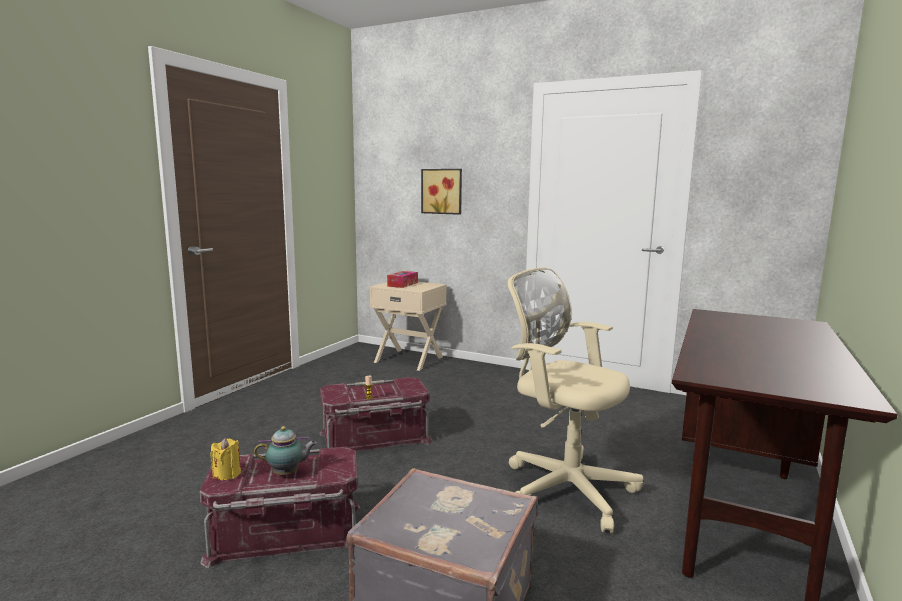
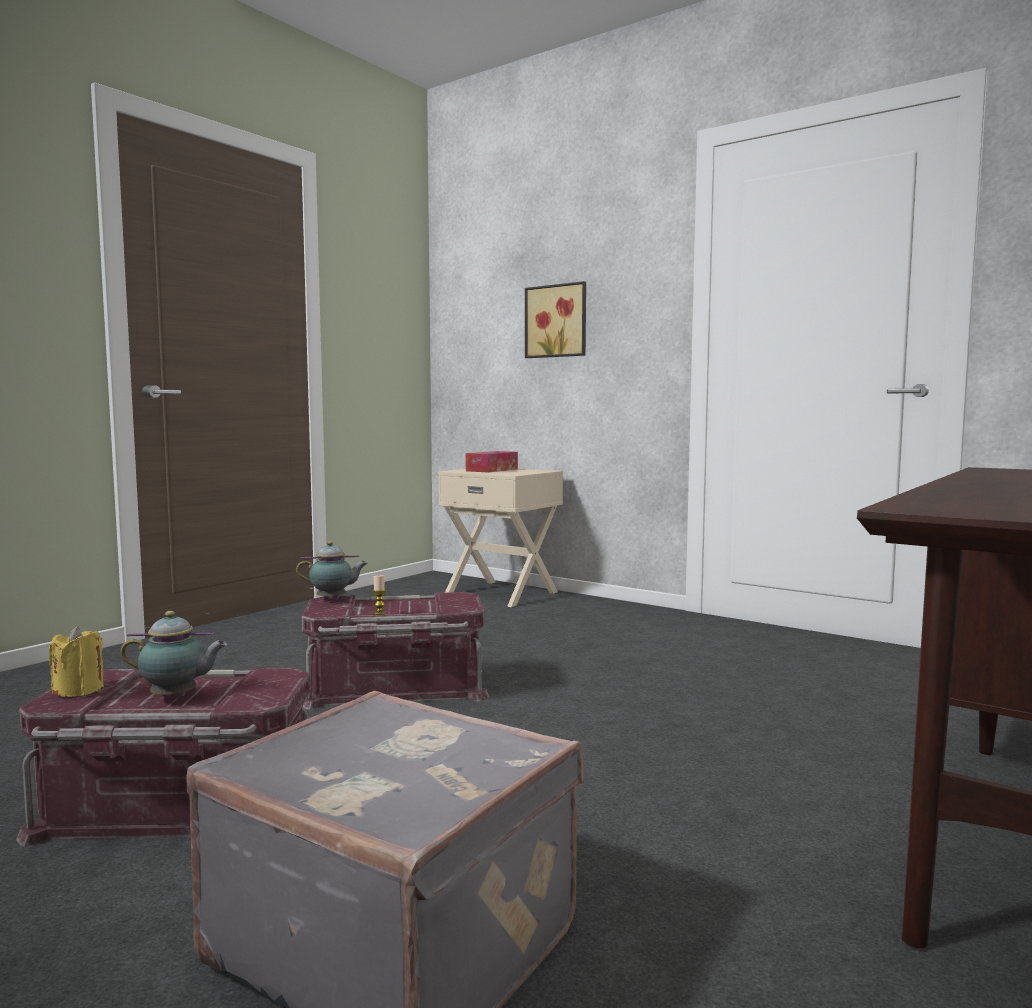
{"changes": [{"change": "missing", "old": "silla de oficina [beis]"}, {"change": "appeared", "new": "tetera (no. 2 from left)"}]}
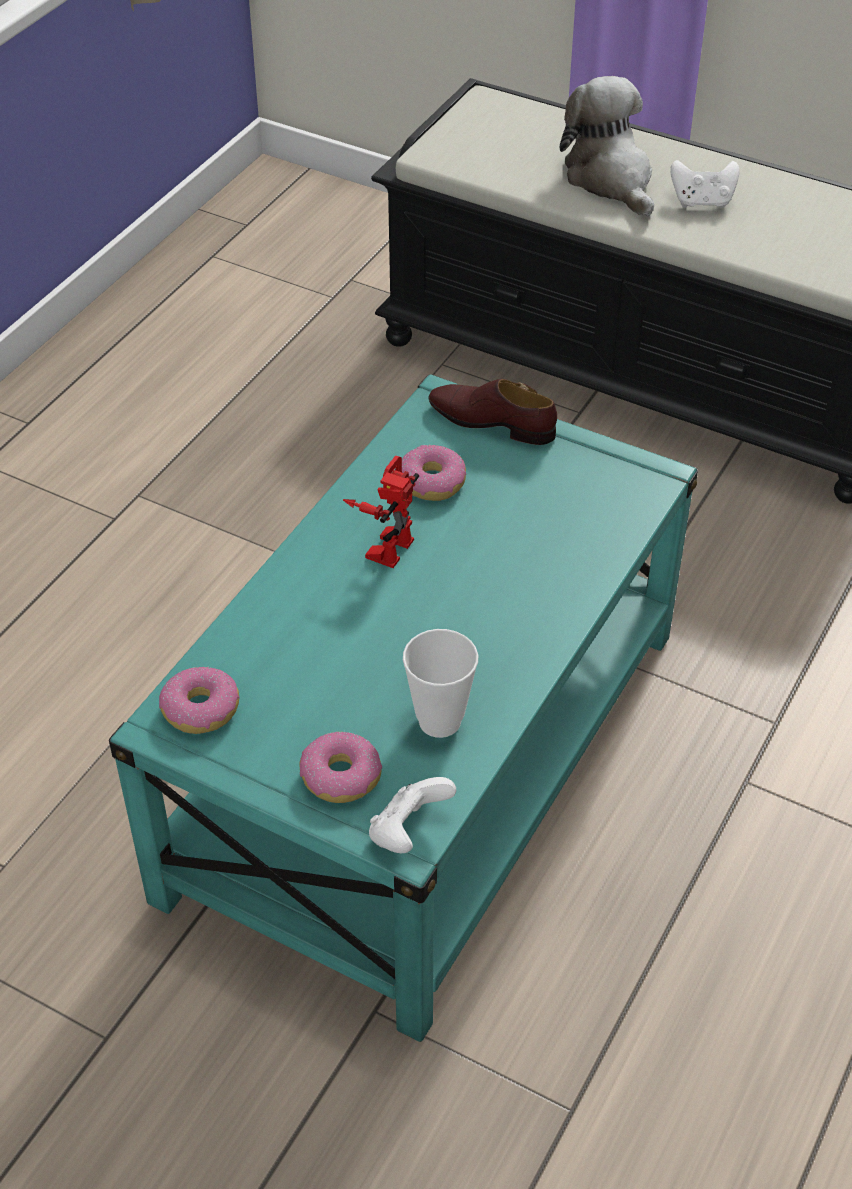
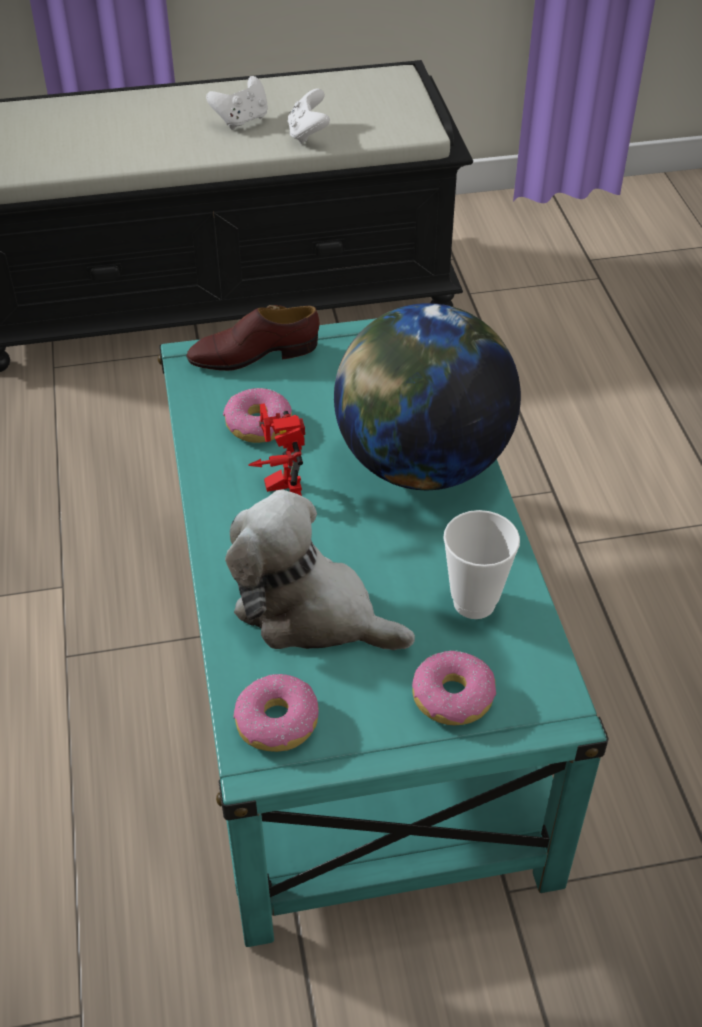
{"changes": [{"change": "relocated", "old": "mando de consola [blanco] (no. 1 from left in the first image)", "new": "mando de consola [blanco] (no. 2 from left)"}, {"change": "relocated", "old": "peluche"}, {"change": "appeared", "new": "globo terráqueo"}]}
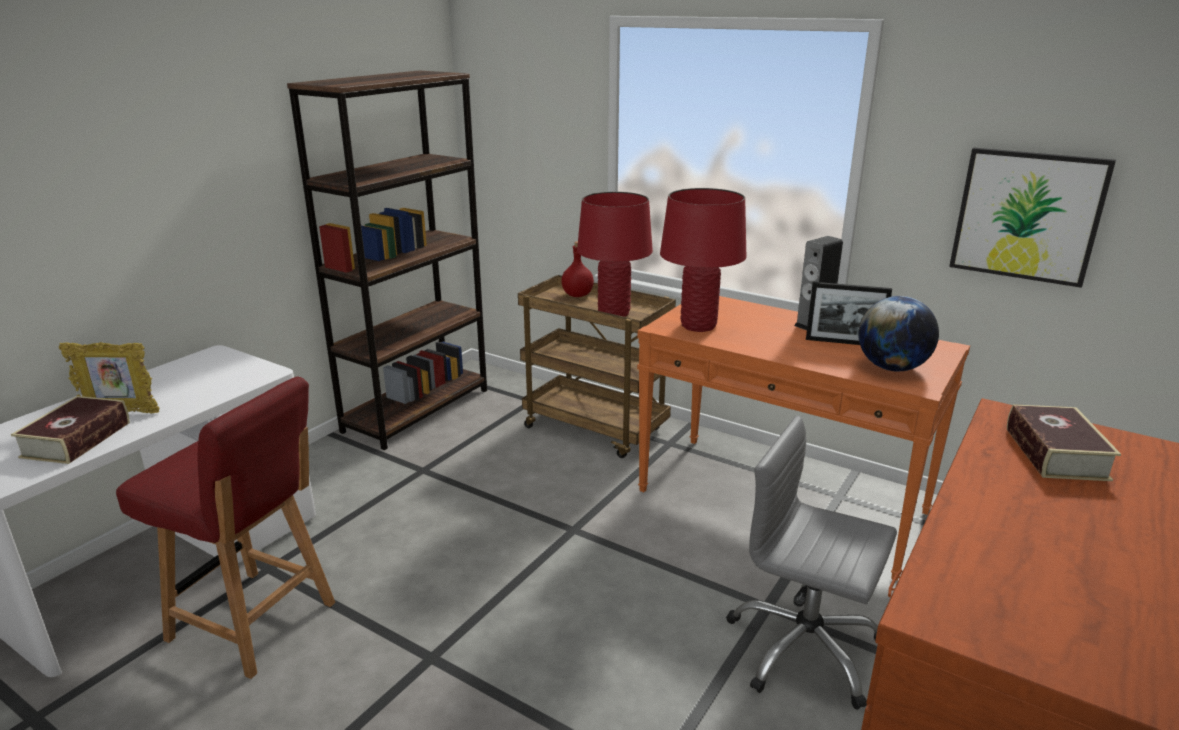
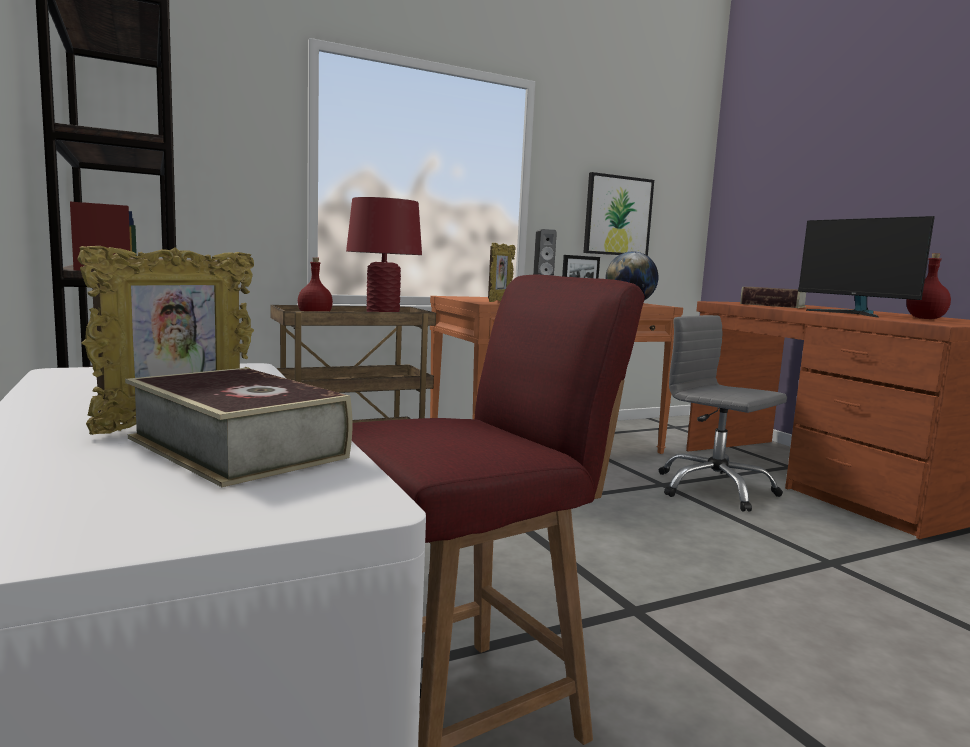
{"changes": [{"change": "exchanged", "old": "lámpara de mesa [rojo] (no. 2 from left)", "new": "portarretratos (no. 2 from left)"}, {"change": "spun", "old": "silla de oficina [gris]", "degrees": 75}, {"change": "appeared", "new": "monitor"}, {"change": "appeared", "new": "botella [rojo] (no. 2 from left)"}]}
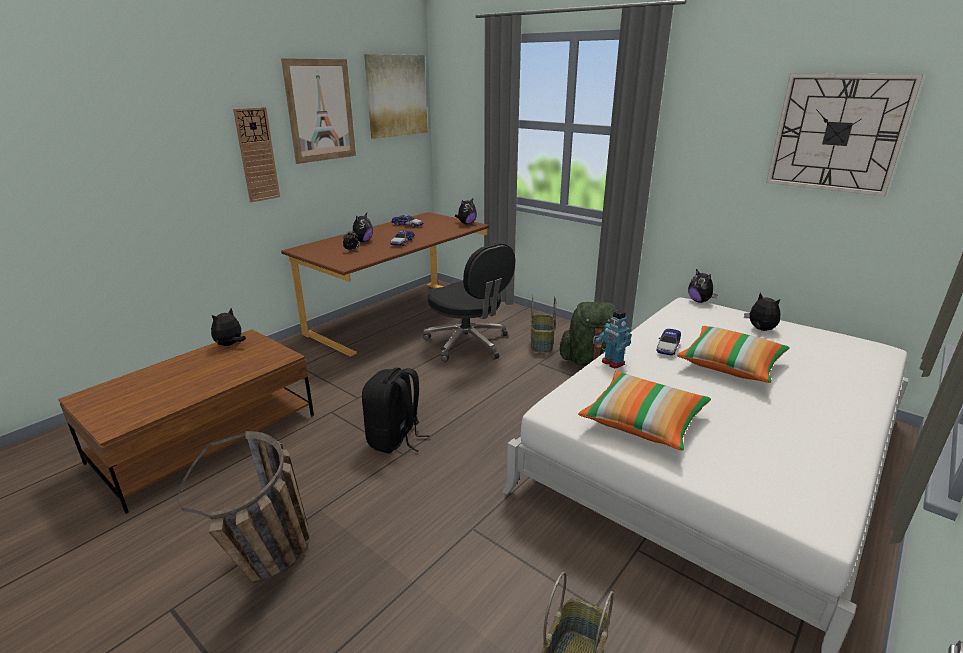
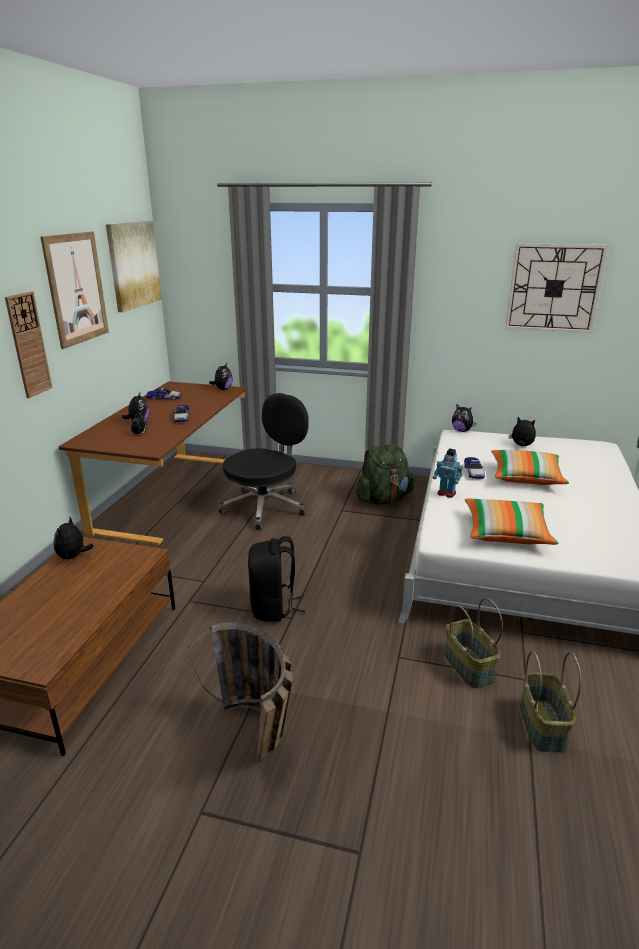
{"changes": [{"change": "spun", "old": "silla de oficina [negro]", "degrees": -75}, {"change": "relocated", "old": "cesta (no. 2 from left)"}]}
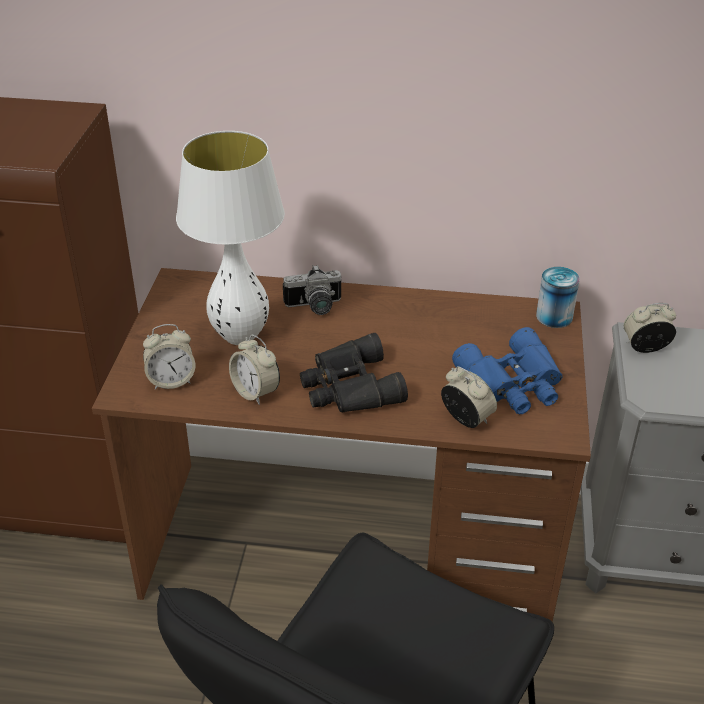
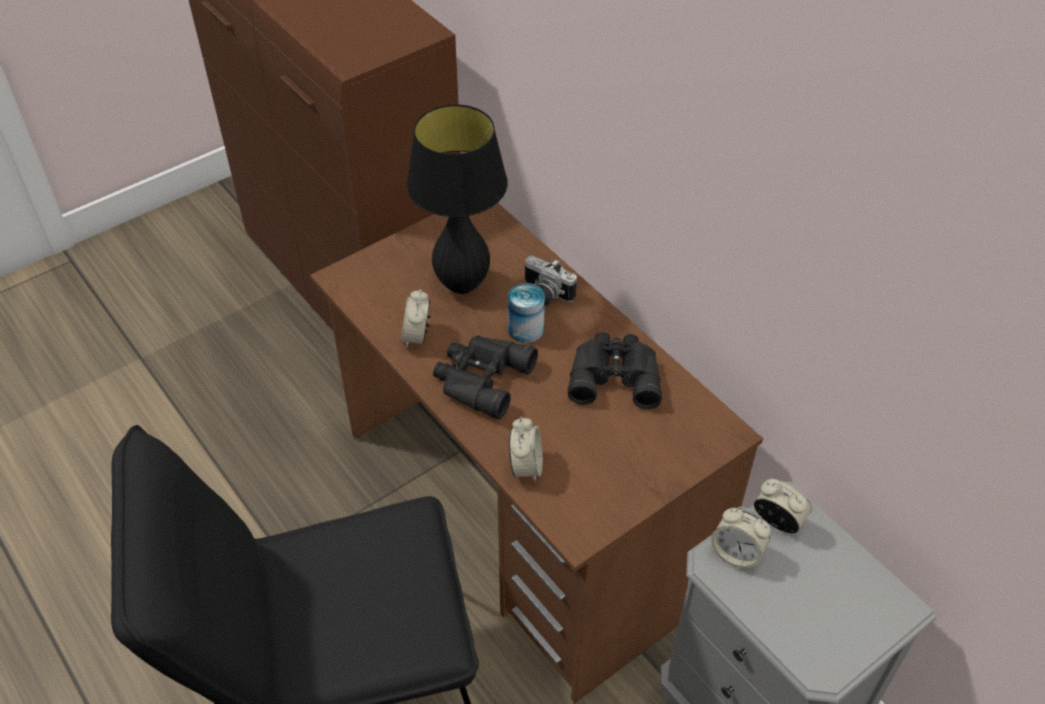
{"changes": [{"change": "relocated", "old": "despertador (no. 1 from left in the first image)", "new": "despertador (no. 3 from left)"}, {"change": "colour", "old": "lámpara de mesa [blanco]", "new": "lámpara de mesa [negro]"}, {"change": "missing", "old": "prismáticos [azul]"}, {"change": "relocated", "old": "lata"}, {"change": "appeared", "new": "prismáticos [negro] (no. 2 from left)"}]}
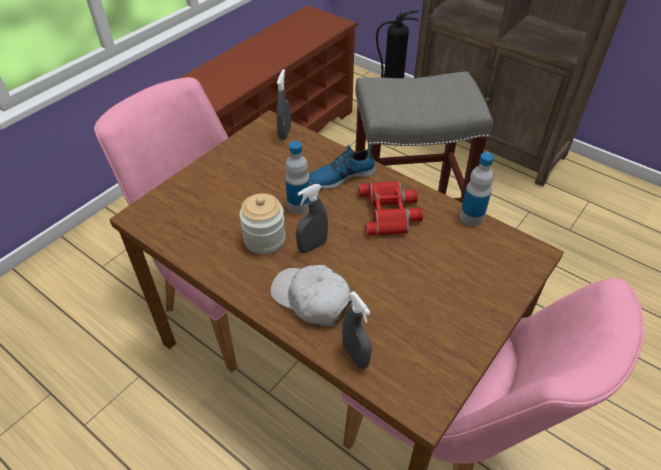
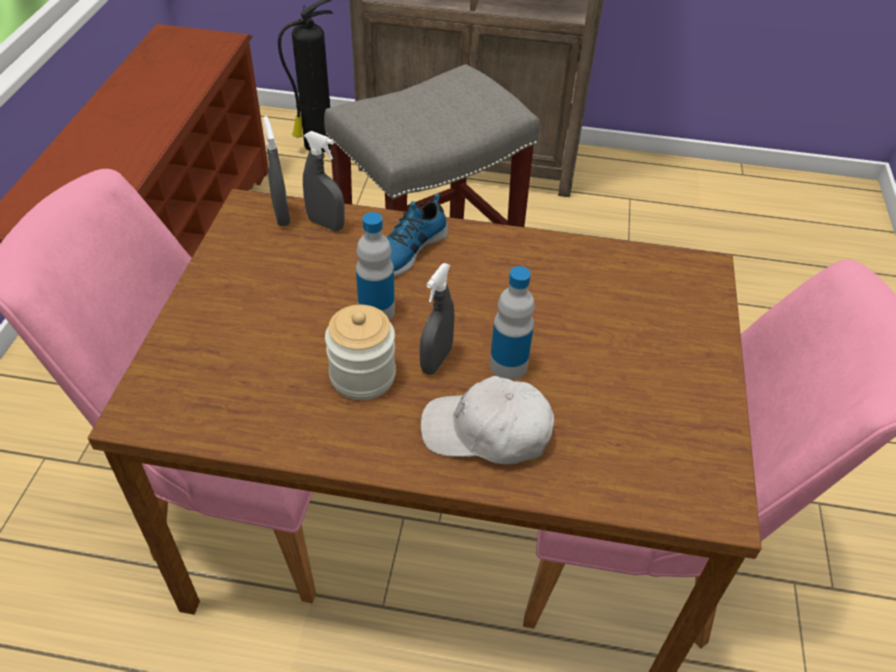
{"changes": [{"change": "relocated", "old": "pulverizador [gris] (no. 3 from left in the first image)", "new": "pulverizador [gris] (no. 2 from left)"}, {"change": "missing", "old": "prismáticos [rojo]"}, {"change": "relocated", "old": "botella (no. 2 from left)"}]}
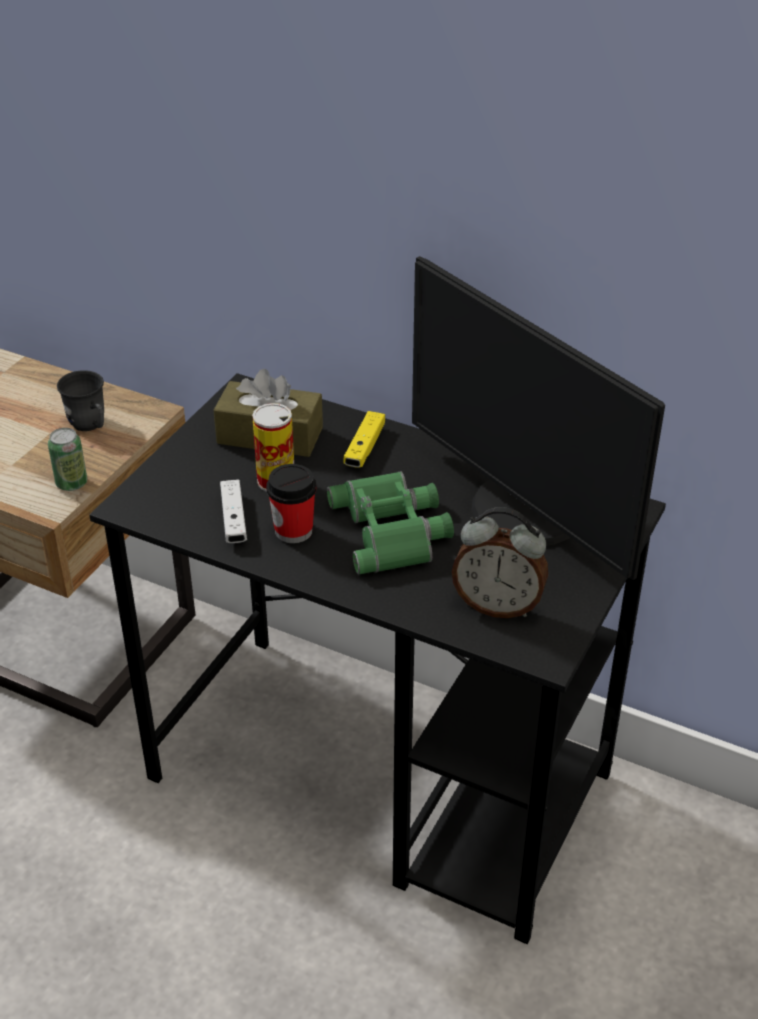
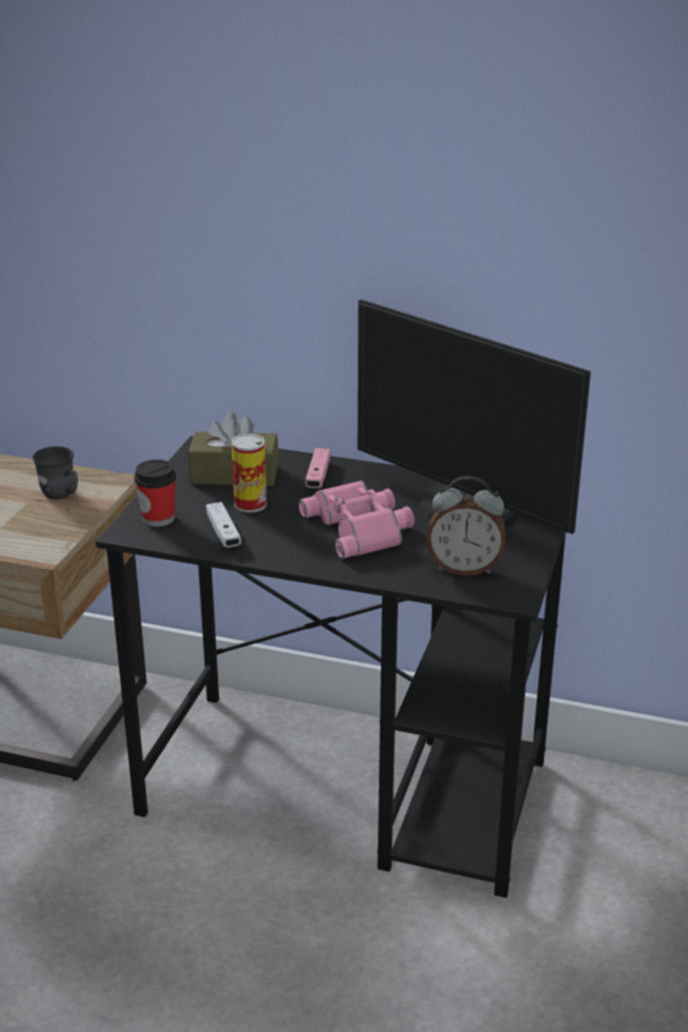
{"changes": [{"change": "missing", "old": "lata (no. 1 from left)"}, {"change": "relocated", "old": "taza"}, {"change": "colour", "old": "prismáticos [verde]", "new": "prismáticos [rosa]"}, {"change": "colour", "old": "mando de consola [amarillo]", "new": "mando de consola [rosa]"}]}
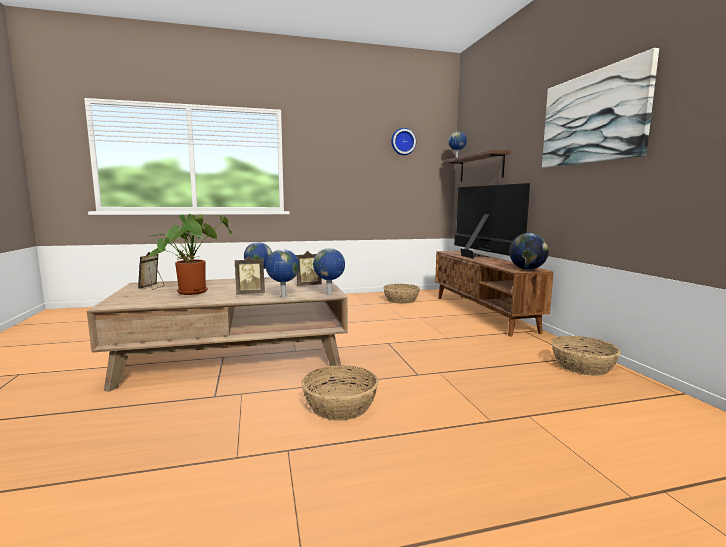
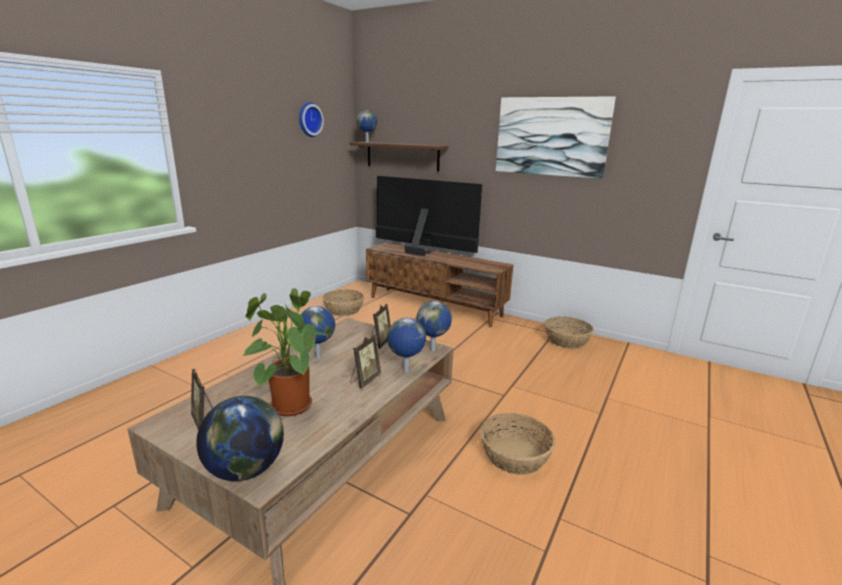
{"changes": [{"change": "relocated", "old": "globo terráqueo (no. 5 from left in the first image)", "new": "globo terráqueo (no. 1 from left)"}]}
